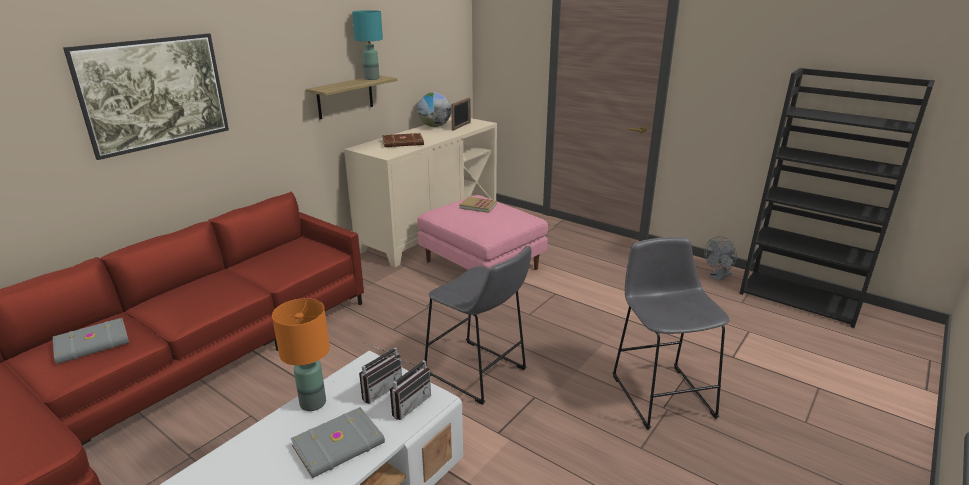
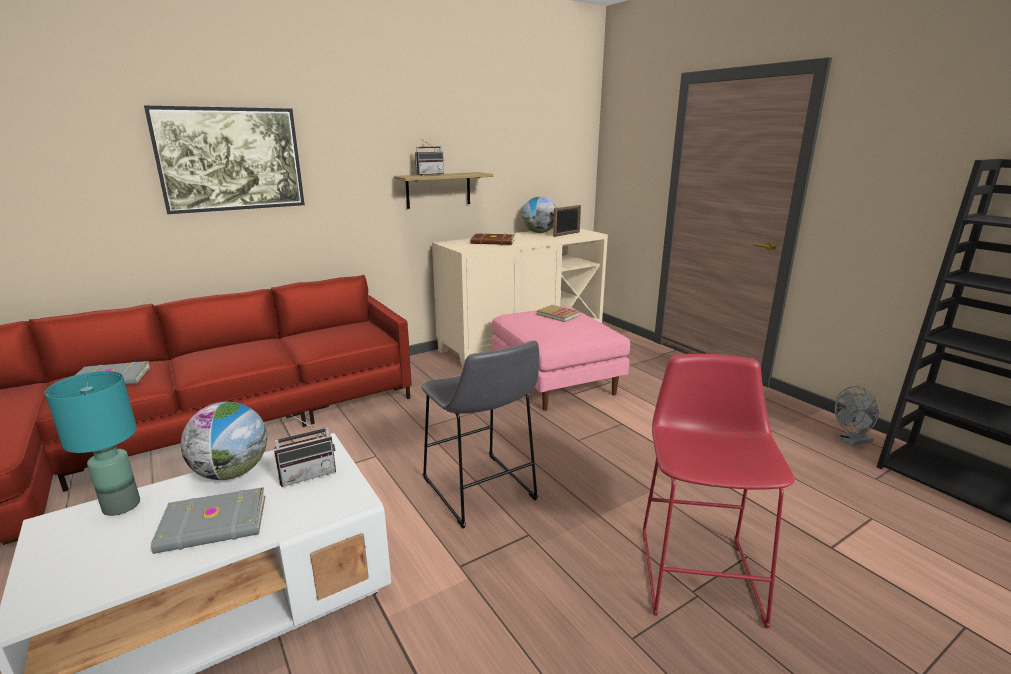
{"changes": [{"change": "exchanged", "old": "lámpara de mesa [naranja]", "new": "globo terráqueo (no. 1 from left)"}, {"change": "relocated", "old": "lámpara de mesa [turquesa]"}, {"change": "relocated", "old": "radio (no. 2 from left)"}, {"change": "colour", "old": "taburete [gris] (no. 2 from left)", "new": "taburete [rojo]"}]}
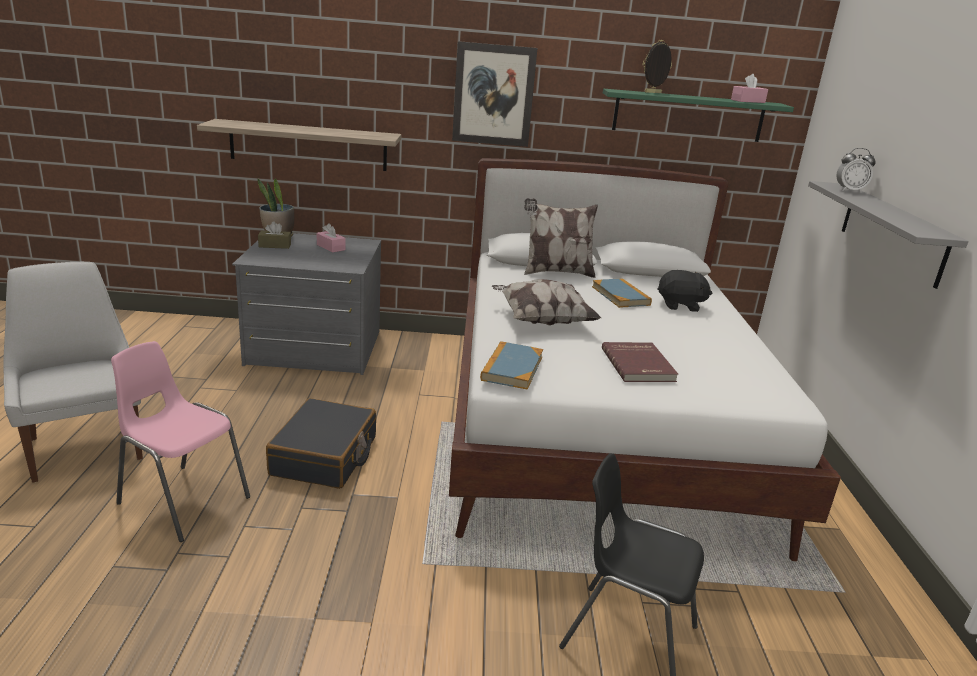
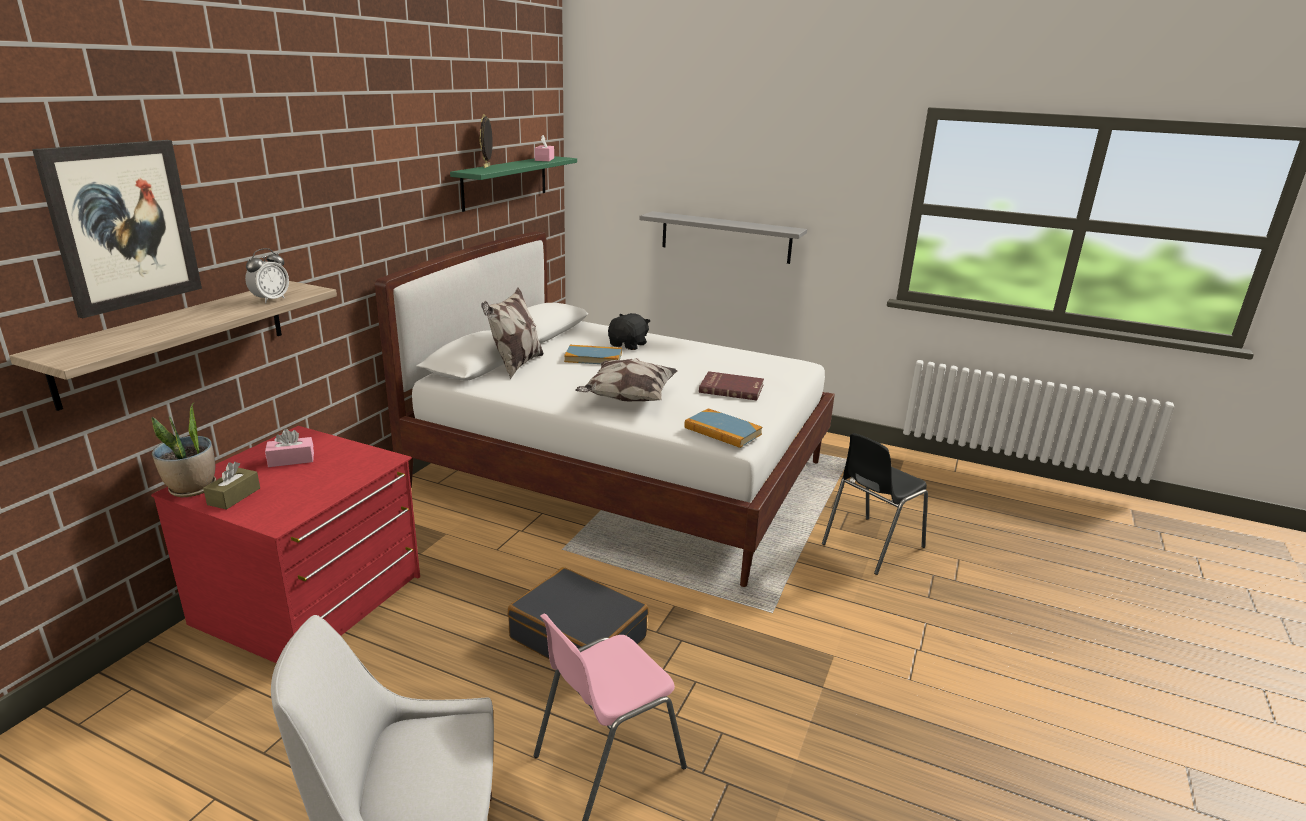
{"changes": [{"change": "colour", "old": "cómoda [gris]", "new": "cómoda [rojo]"}, {"change": "relocated", "old": "cuadro"}, {"change": "relocated", "old": "despertador"}]}
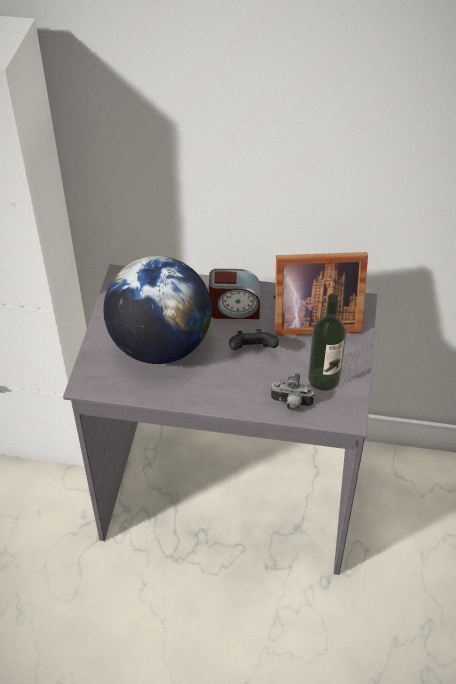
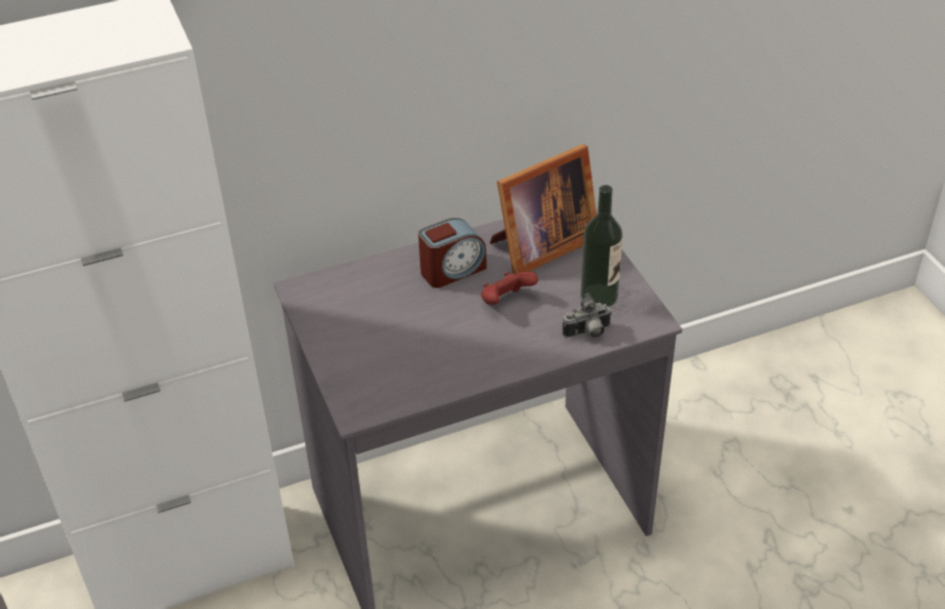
{"changes": [{"change": "missing", "old": "globo terráqueo"}, {"change": "colour", "old": "mando de consola [negro]", "new": "mando de consola [rojo]"}]}
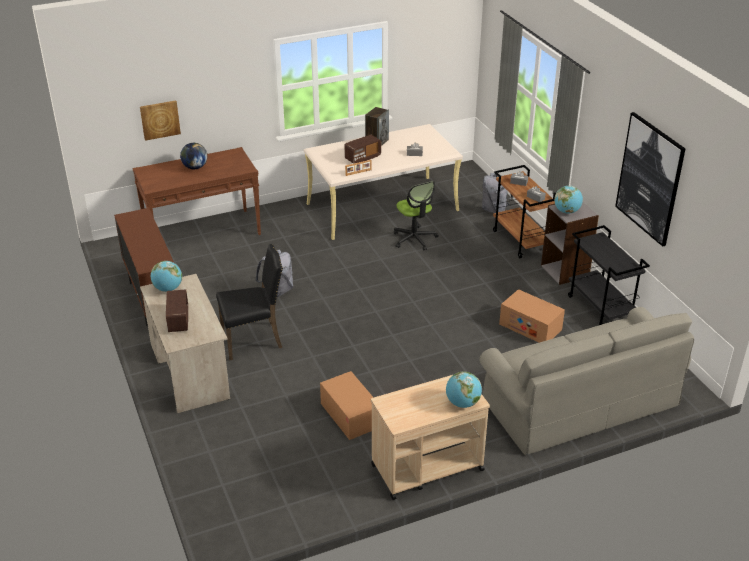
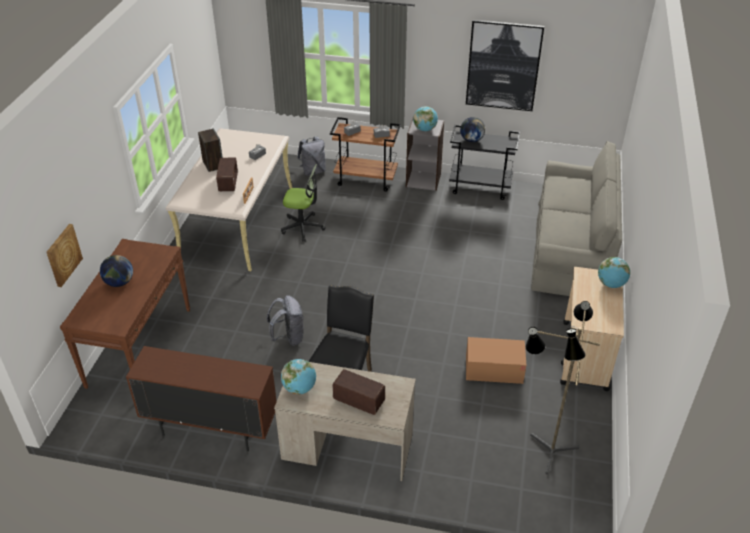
{"changes": [{"change": "missing", "old": "caja de cartón (no. 2 from left)"}, {"change": "appeared", "new": "globo terráqueo (no. 4 from left)"}, {"change": "appeared", "new": "lámpara de pie"}]}
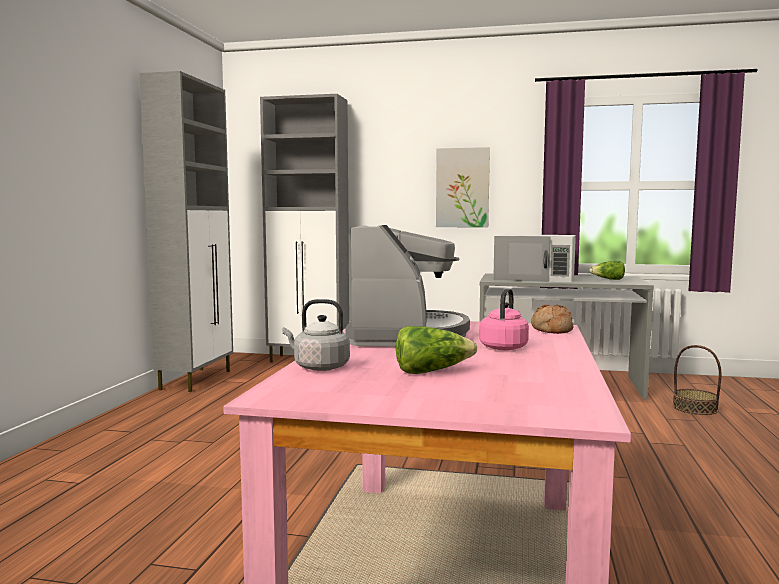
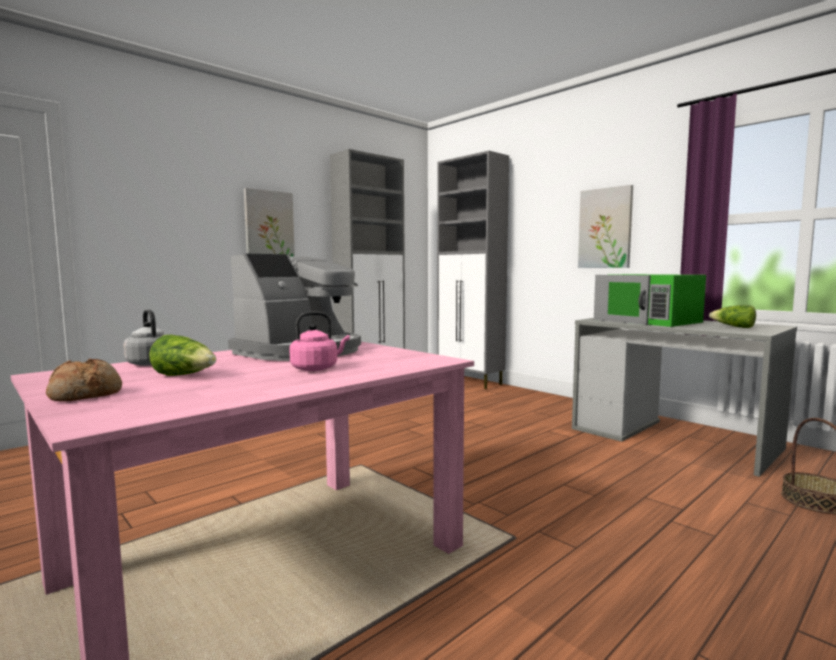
{"changes": [{"change": "colour", "old": "microondas [blanco]", "new": "microondas [verde]"}, {"change": "relocated", "old": "pan"}, {"change": "appeared", "new": "cuadro (no. 1 from left)"}]}
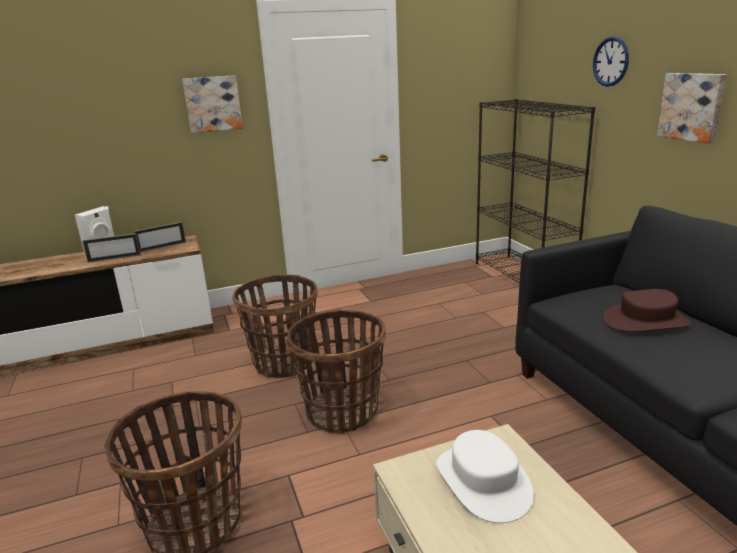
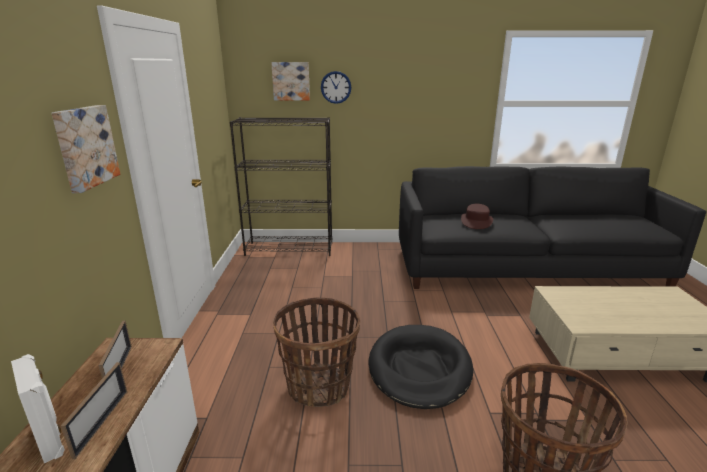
{"changes": [{"change": "exchanged", "old": "cesta (no. 3 from left)", "new": "cama para perro [negro]"}, {"change": "missing", "old": "sombrero [blanco]"}, {"change": "relocated", "old": "cuadro (no. 2 from left)"}]}
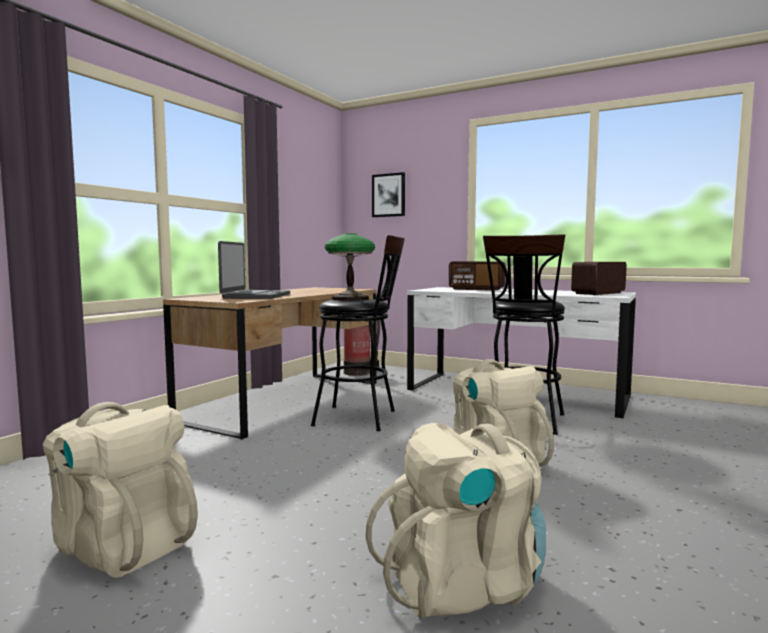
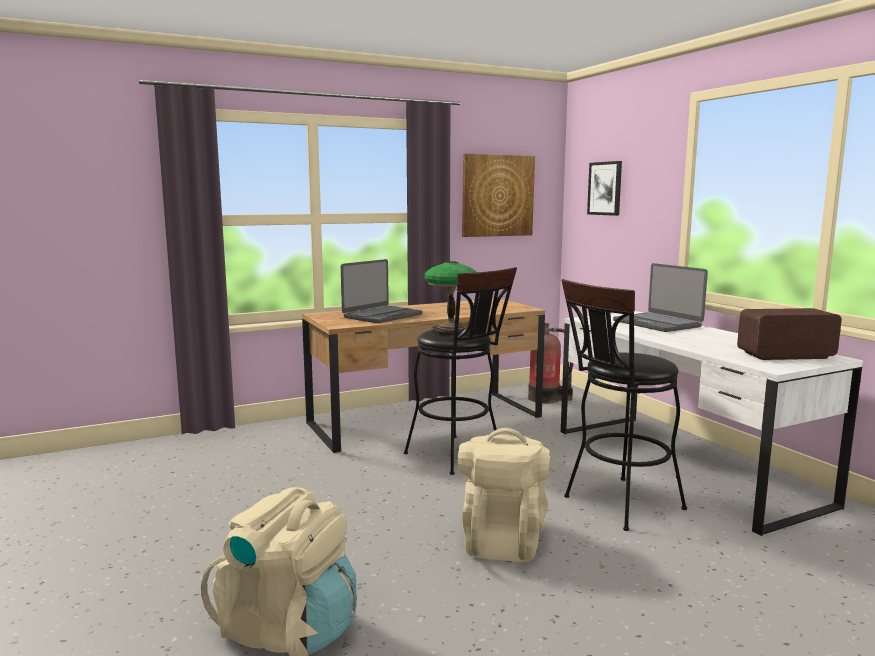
{"changes": [{"change": "missing", "old": "mochila [beis] (no. 1 from left)"}, {"change": "exchanged", "old": "radio (no. 1 from left)", "new": "portátil (no. 2 from left)"}, {"change": "appeared", "new": "cuadro (no. 1 from left)"}]}
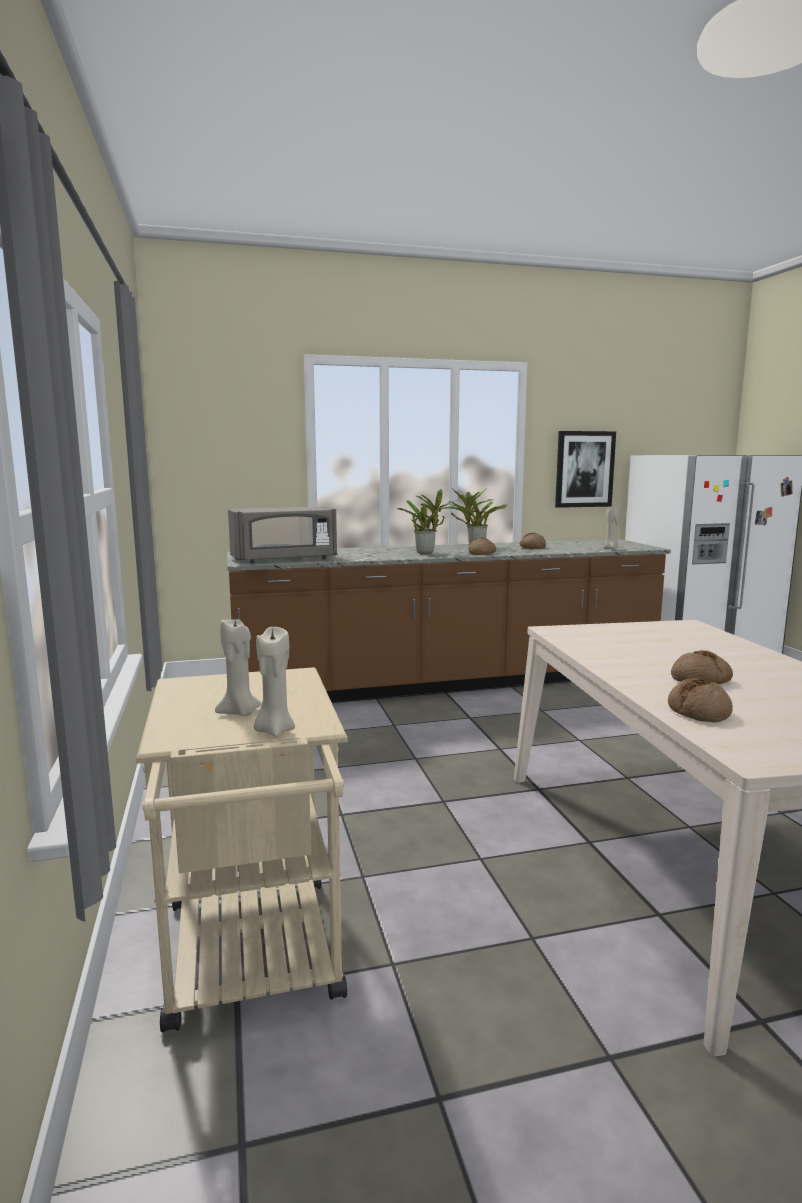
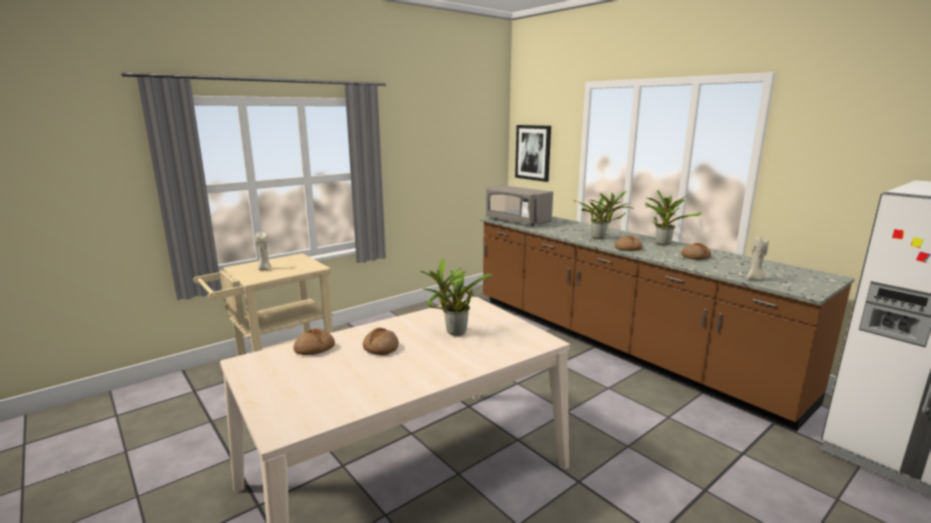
{"changes": [{"change": "missing", "old": "vela [beis] (no. 2 from left)"}, {"change": "relocated", "old": "cuadro"}, {"change": "appeared", "new": "planta en maceta (no. 1 from left)"}]}
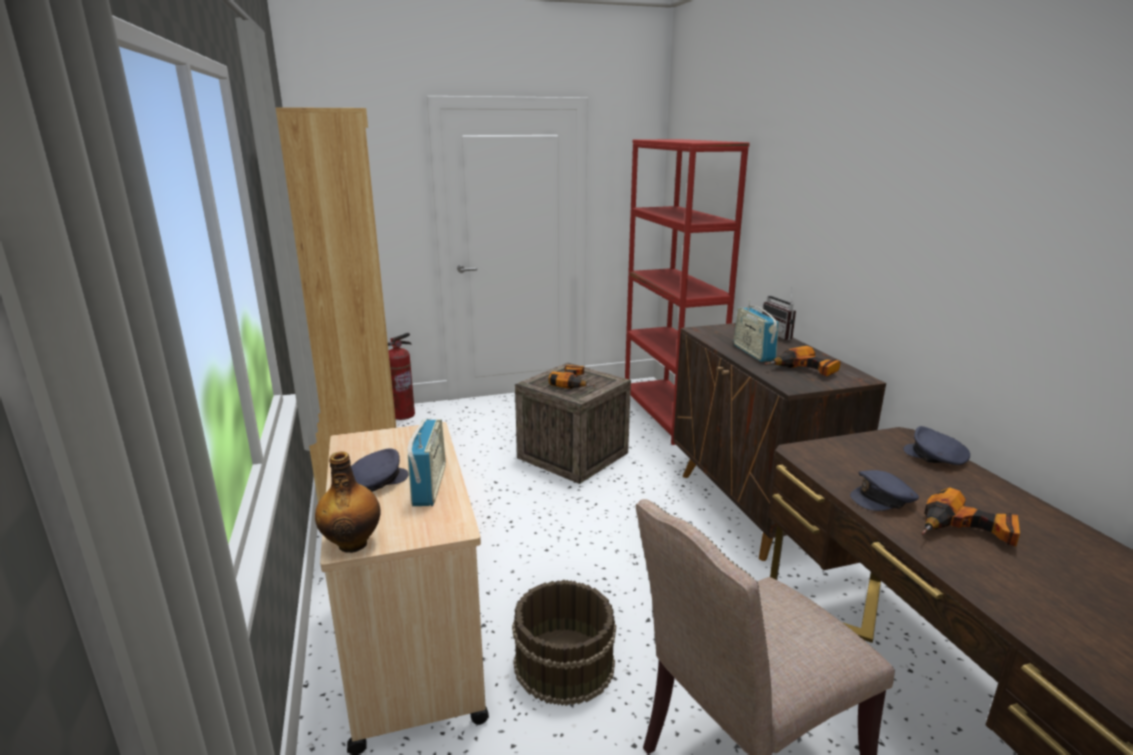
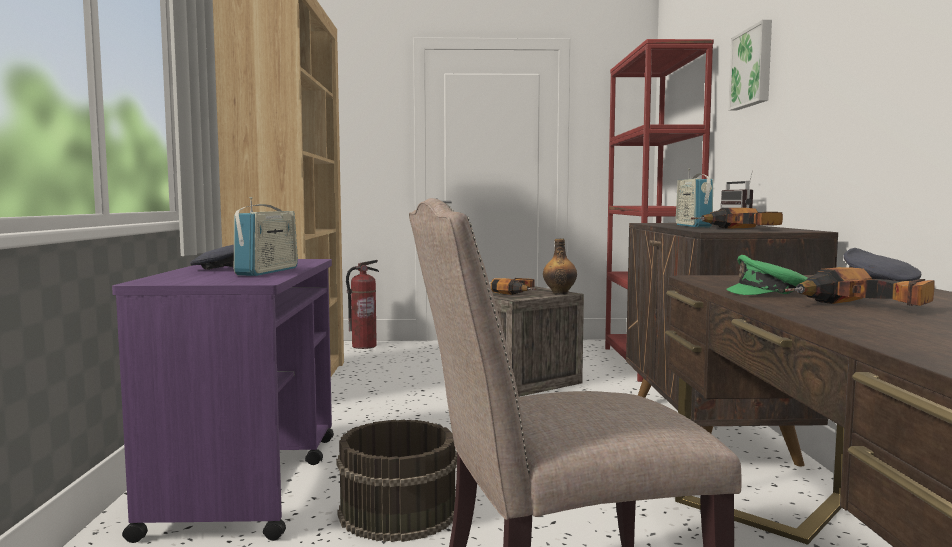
{"changes": [{"change": "relocated", "old": "botella"}, {"change": "colour", "old": "carrito [beis]", "new": "carrito [morado]"}, {"change": "colour", "old": "gorra [gris] (no. 2 from left)", "new": "gorra [verde]"}, {"change": "appeared", "new": "cuadro"}]}
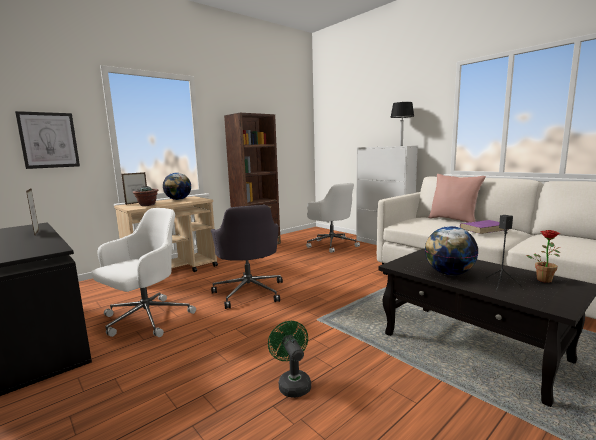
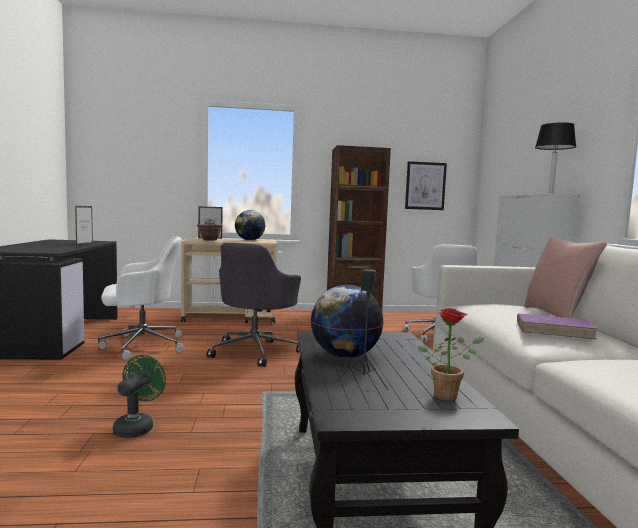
{"changes": [{"change": "relocated", "old": "cuadro"}]}
